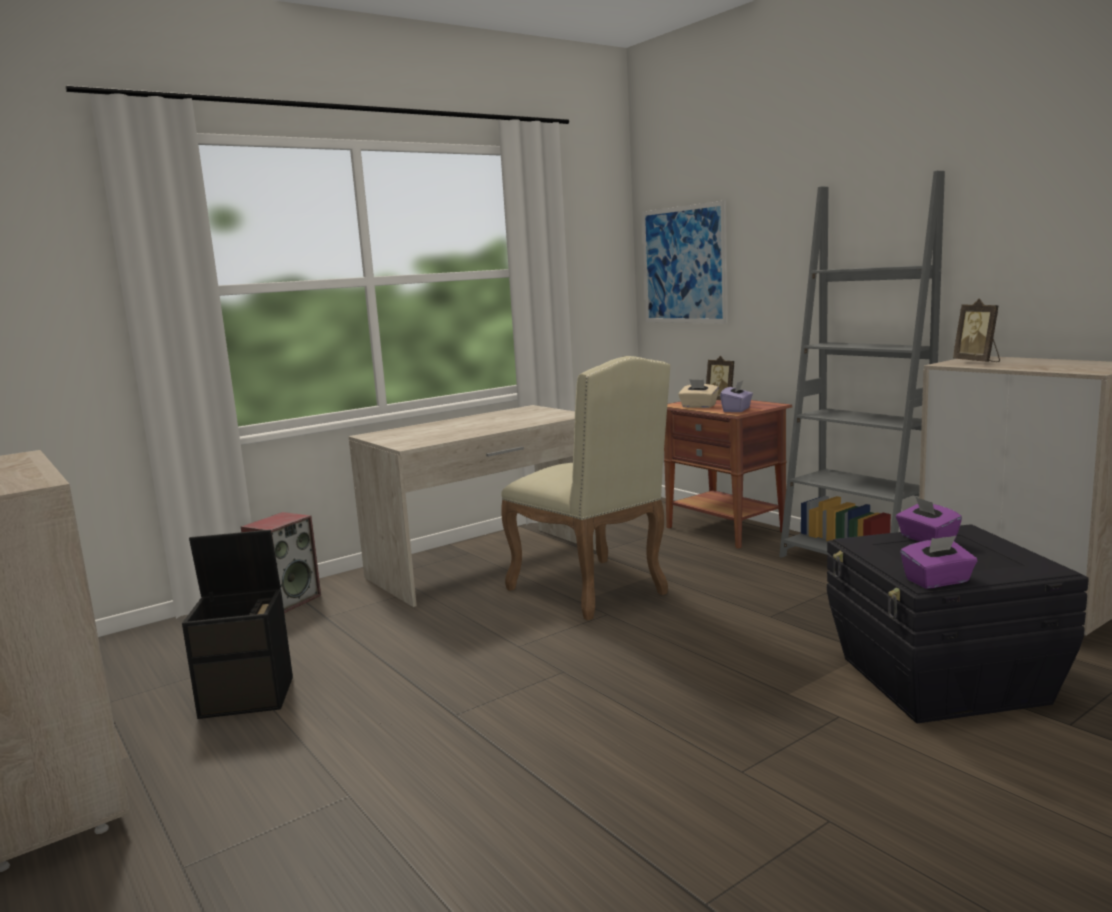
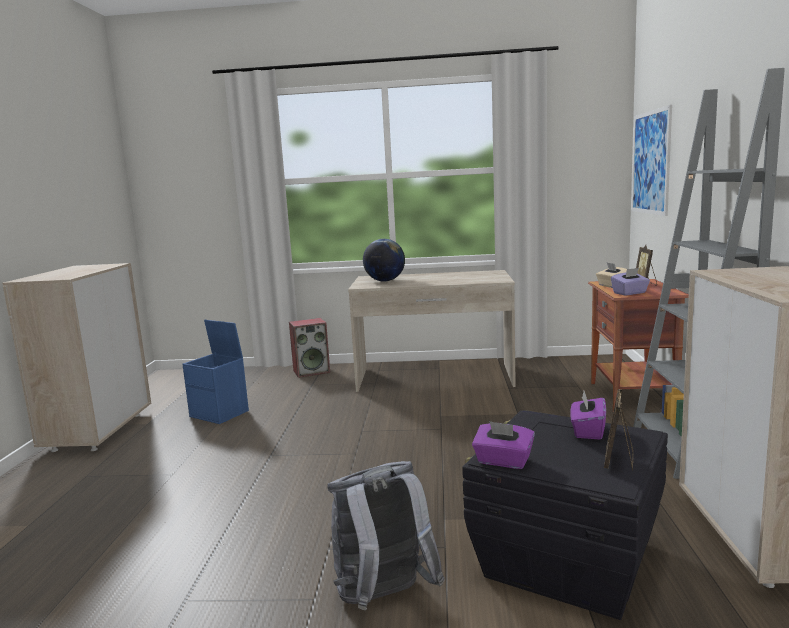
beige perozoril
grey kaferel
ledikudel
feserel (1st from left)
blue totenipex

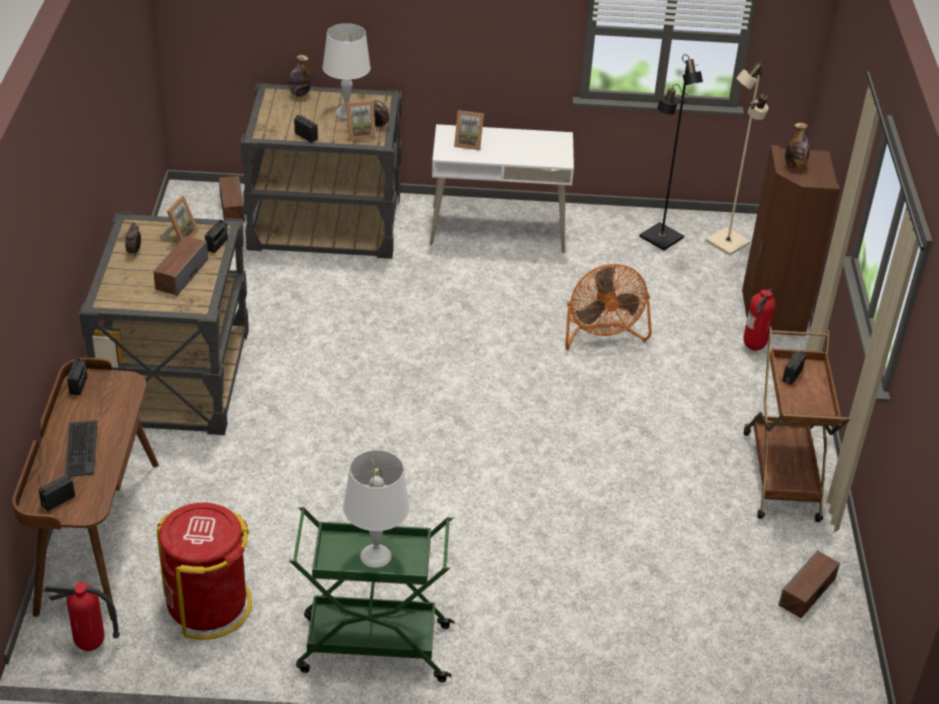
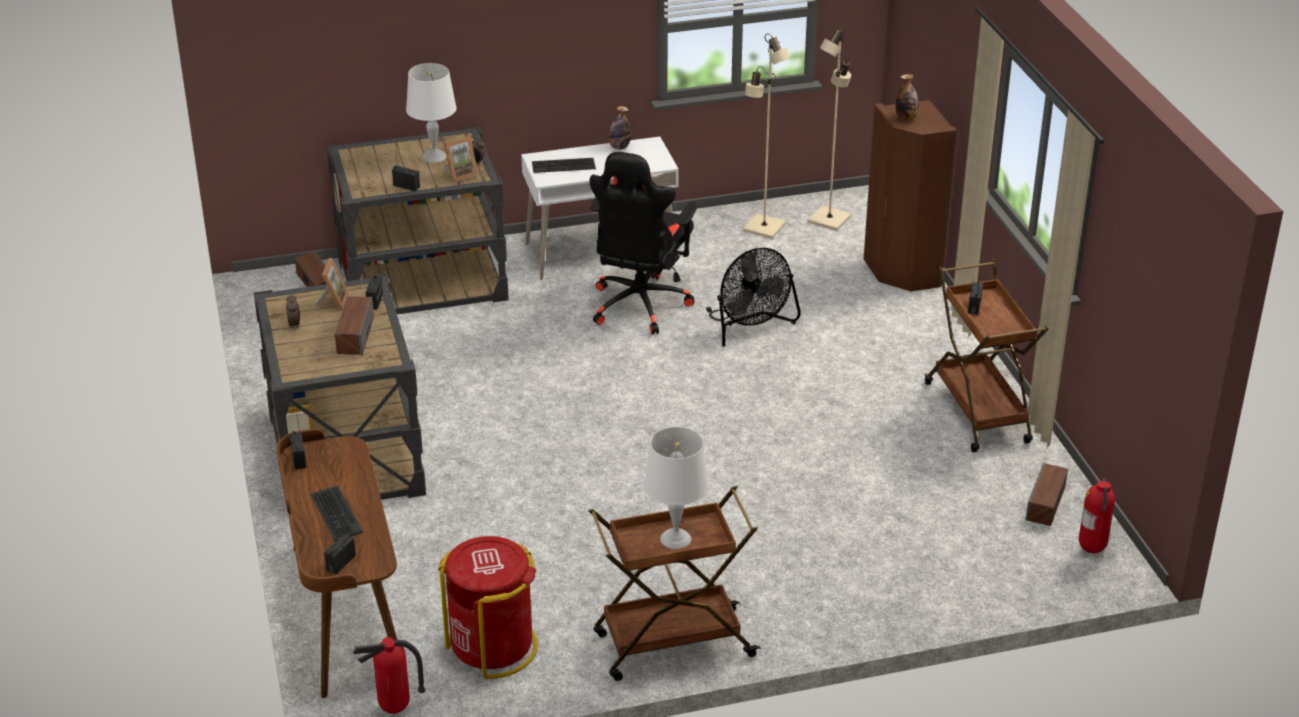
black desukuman
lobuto (1st from left)
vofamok (2nd from left)
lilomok (2nd from left)
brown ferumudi (1st from left)
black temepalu
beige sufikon (1st from left)

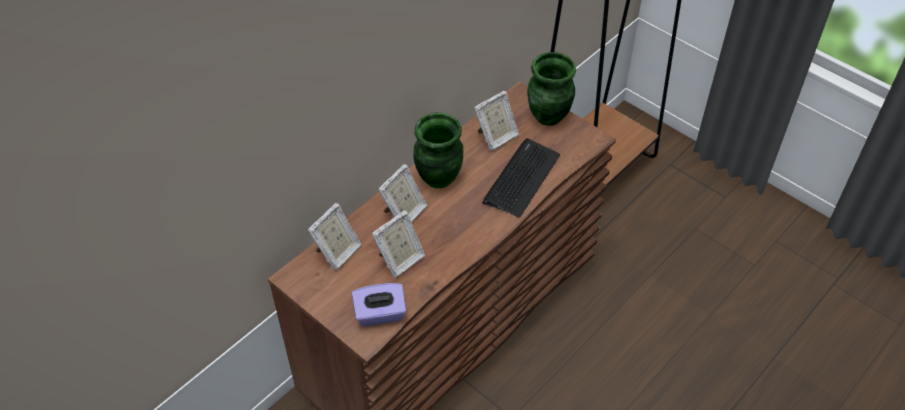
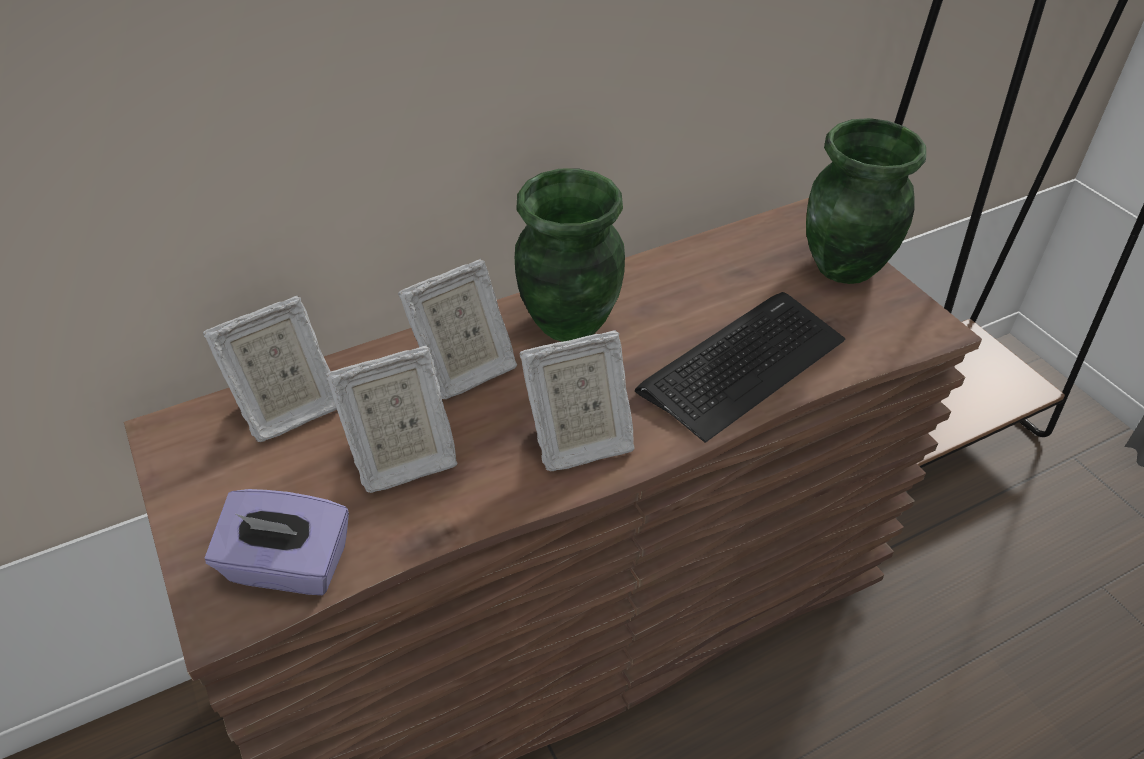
feserel (4th from left)

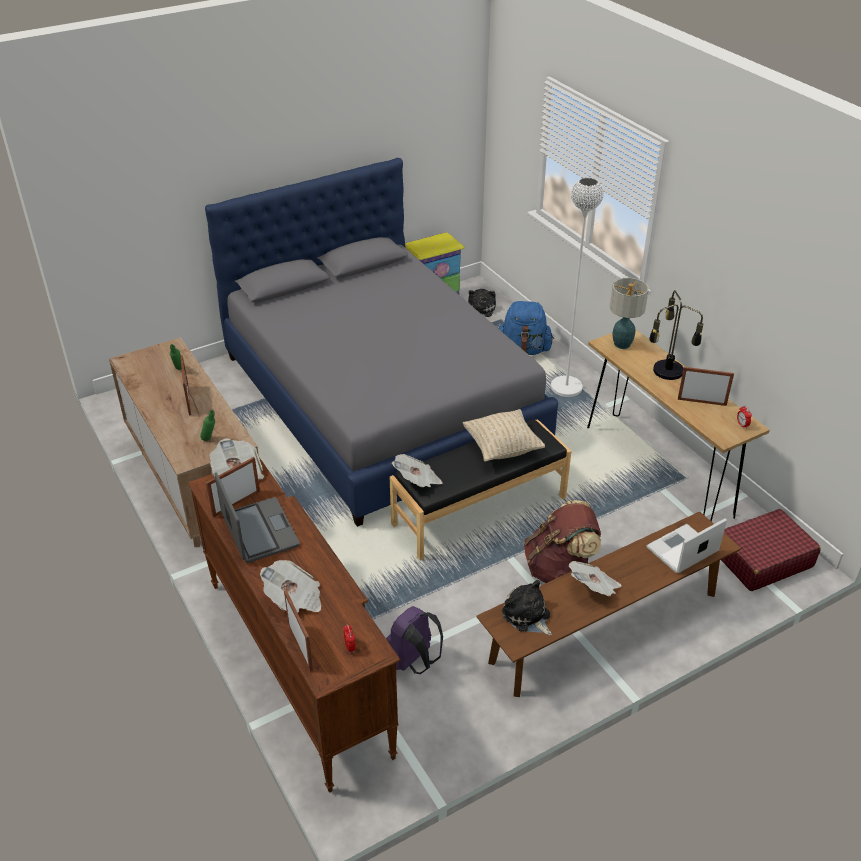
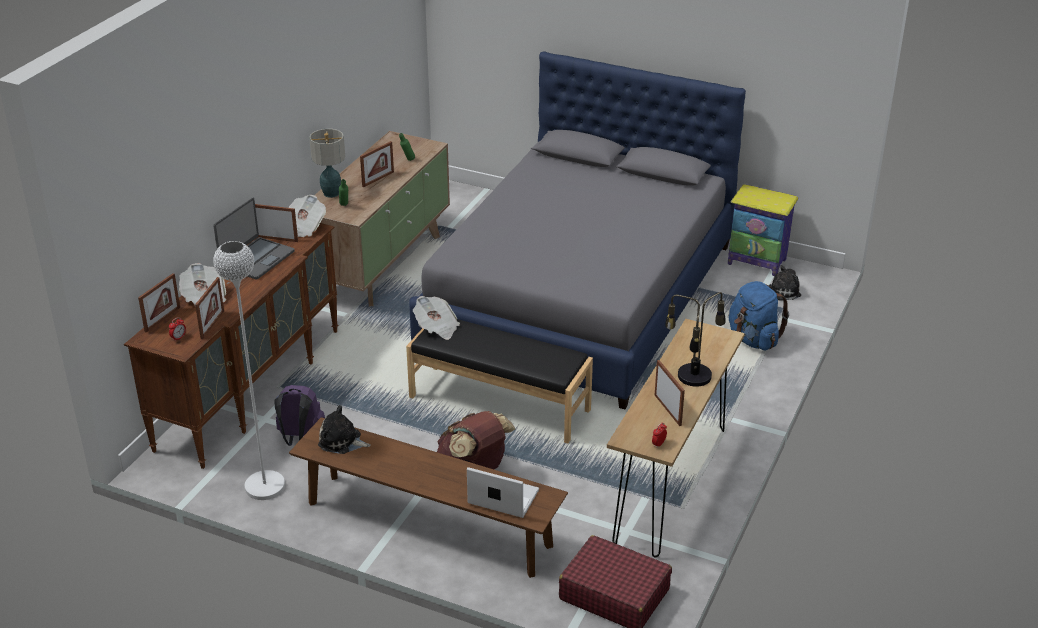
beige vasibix
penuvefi (4th from left in the first image)
feserel (2nd from left)
white sufikon
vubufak (1st from left)
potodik (1st from left)

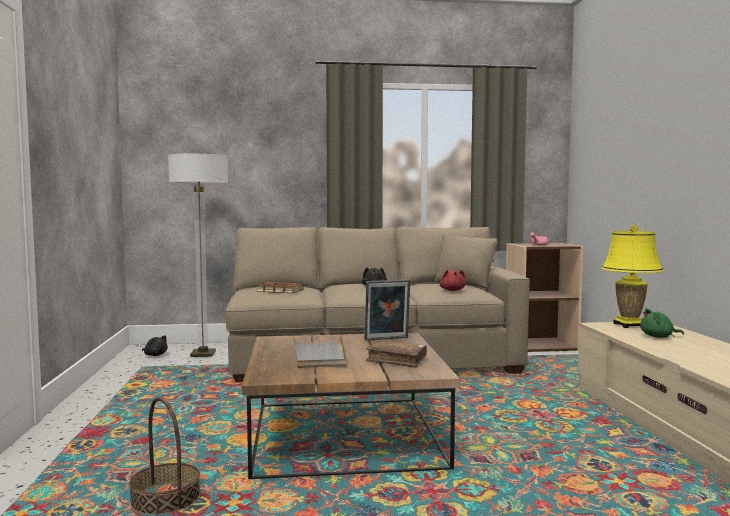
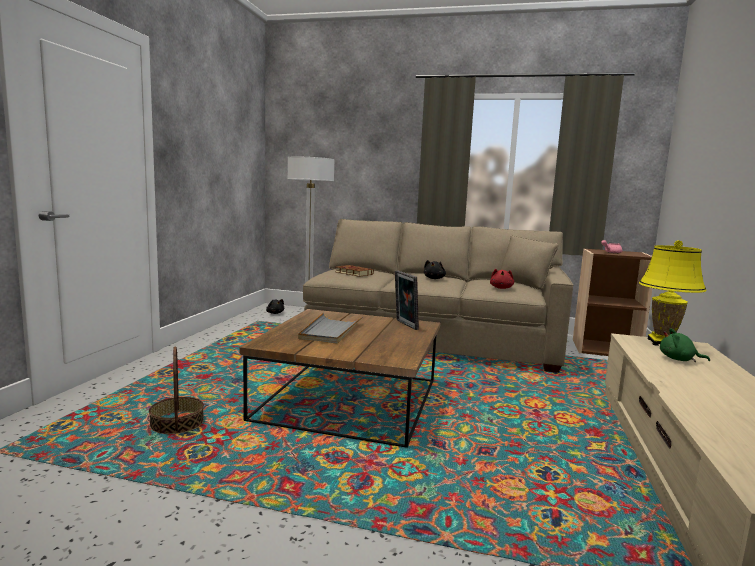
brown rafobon (2nd from left in the first image)
feserel

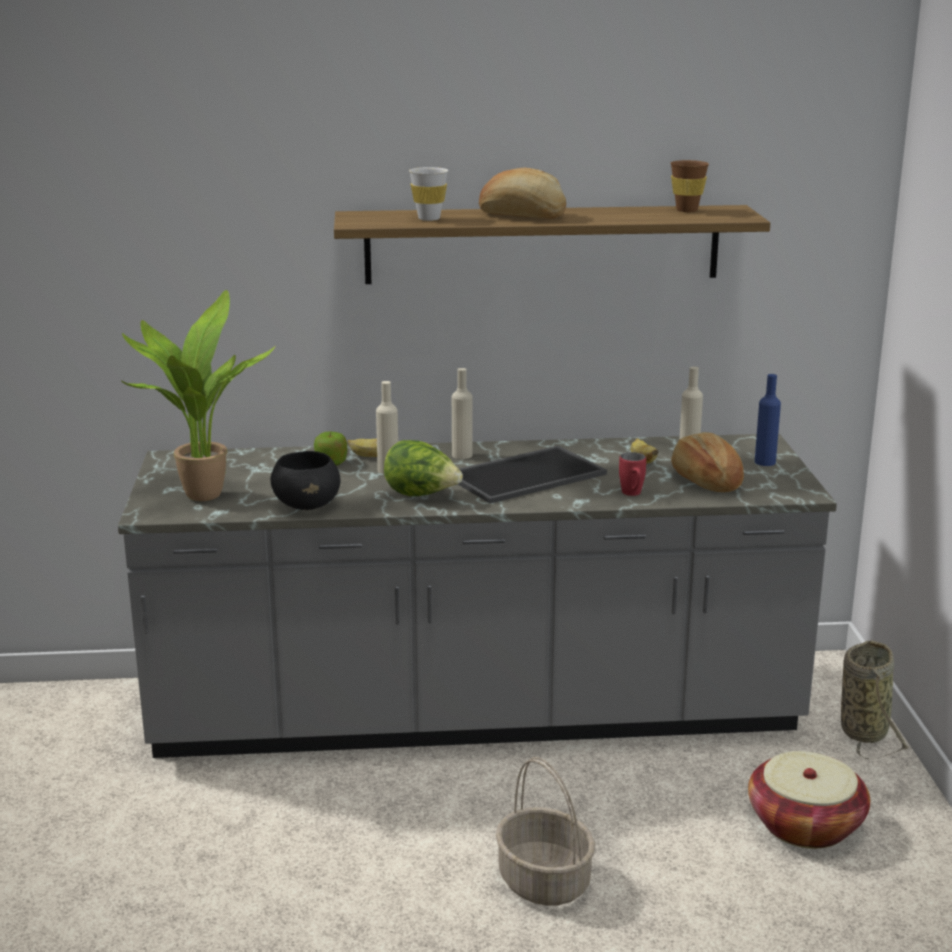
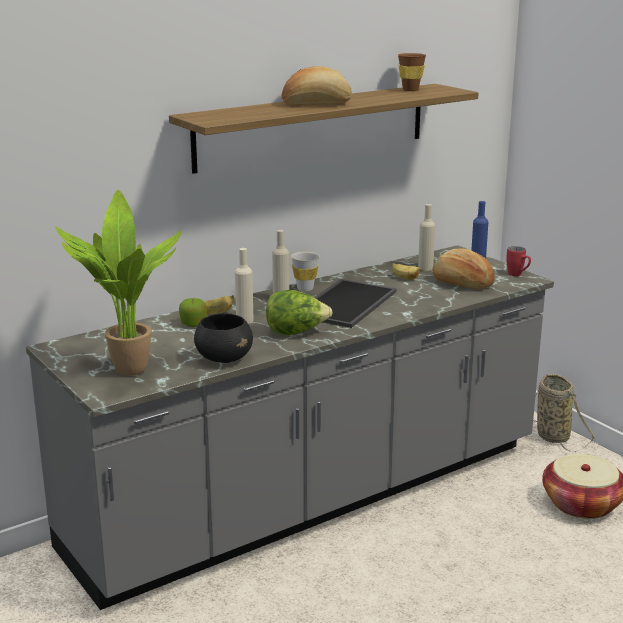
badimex (1st from left in the first image)
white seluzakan
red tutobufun

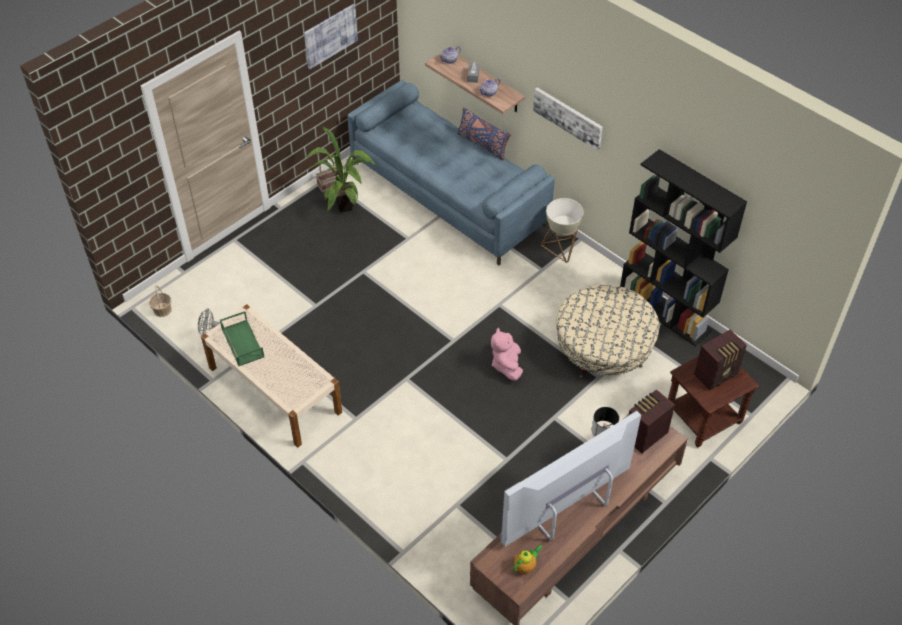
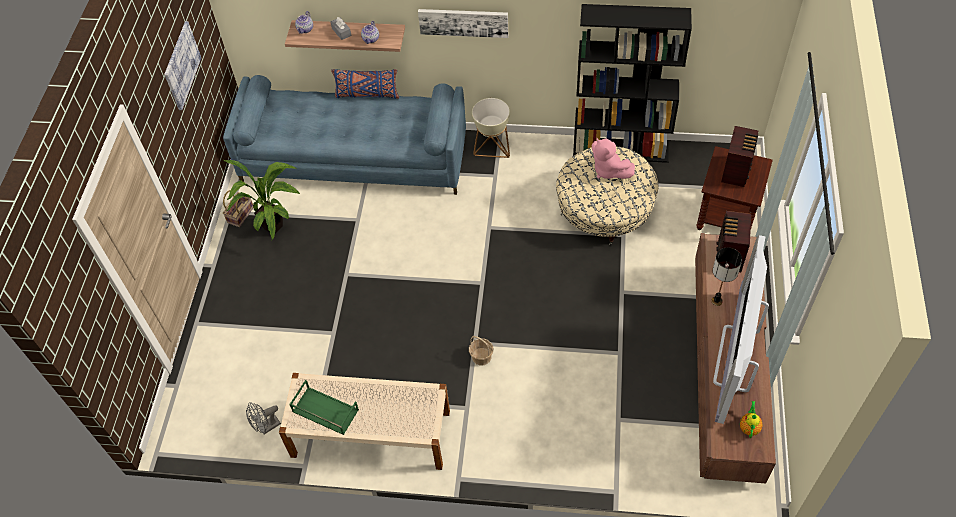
badimex (2nd from left)
pink potodik

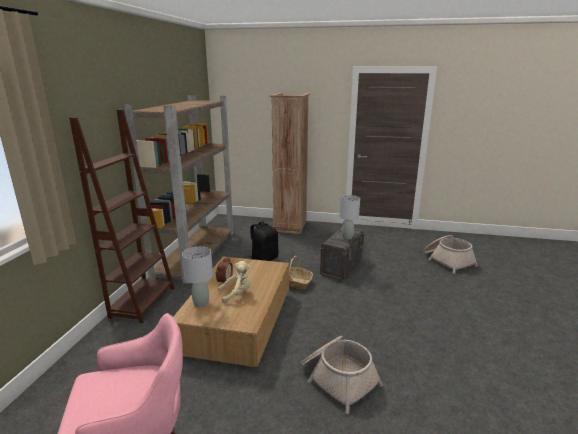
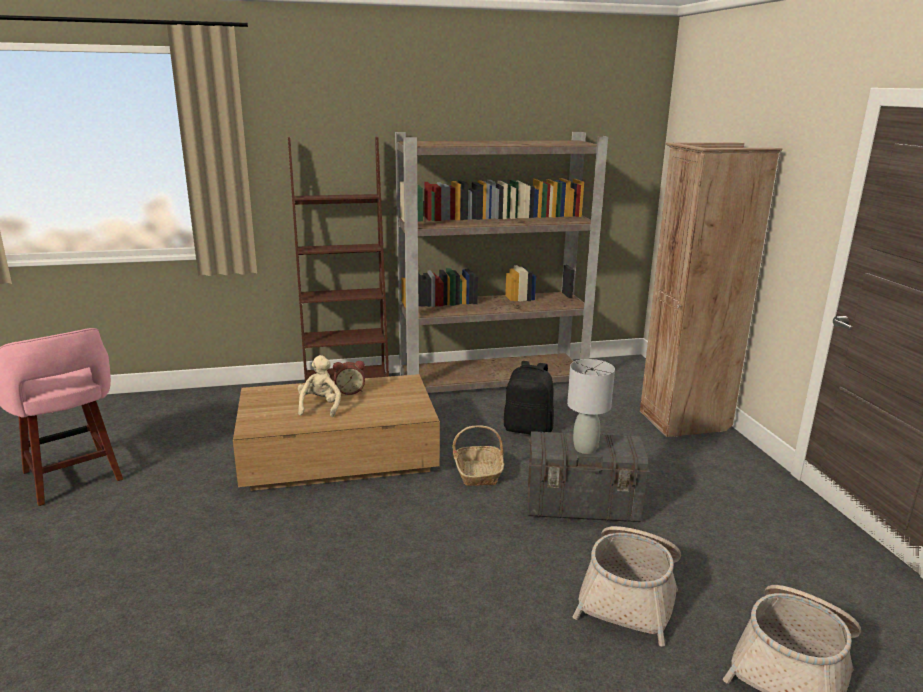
grey vubufak (1st from left in the first image)
badimex (2nd from left)
beige potodik

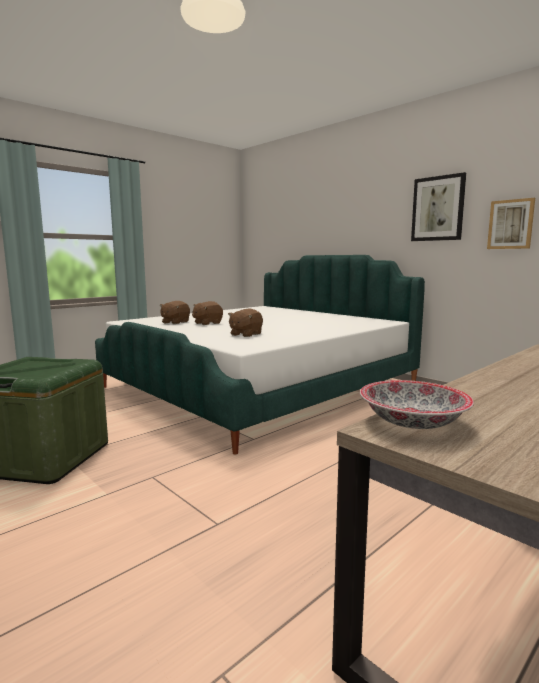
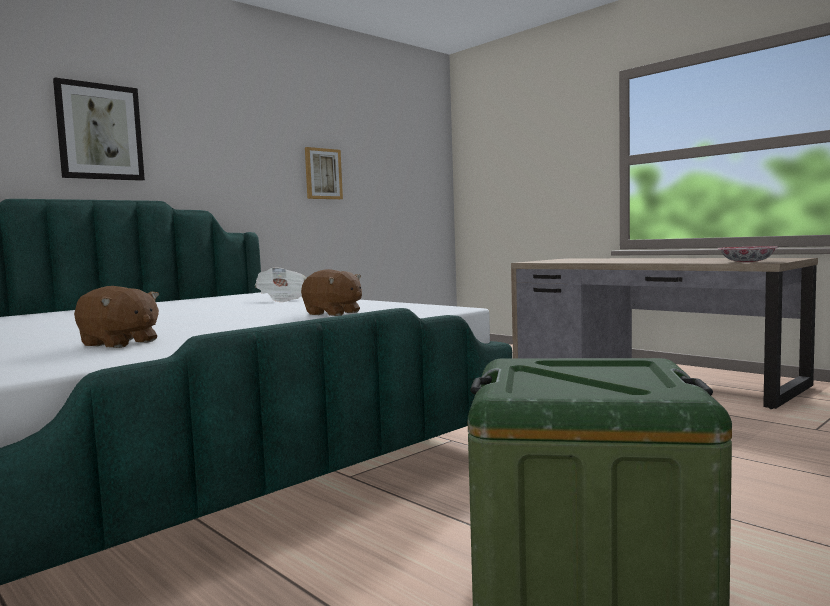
brown potodik (2nd from left in the first image)
penuvefi
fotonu (1st from left)

